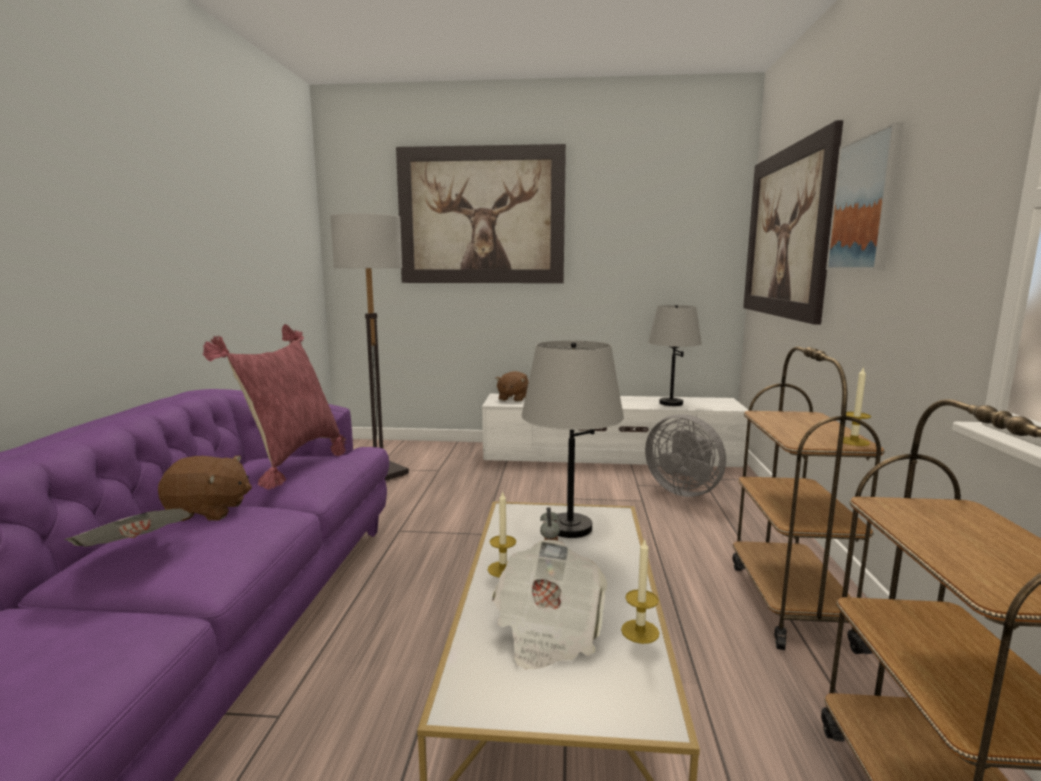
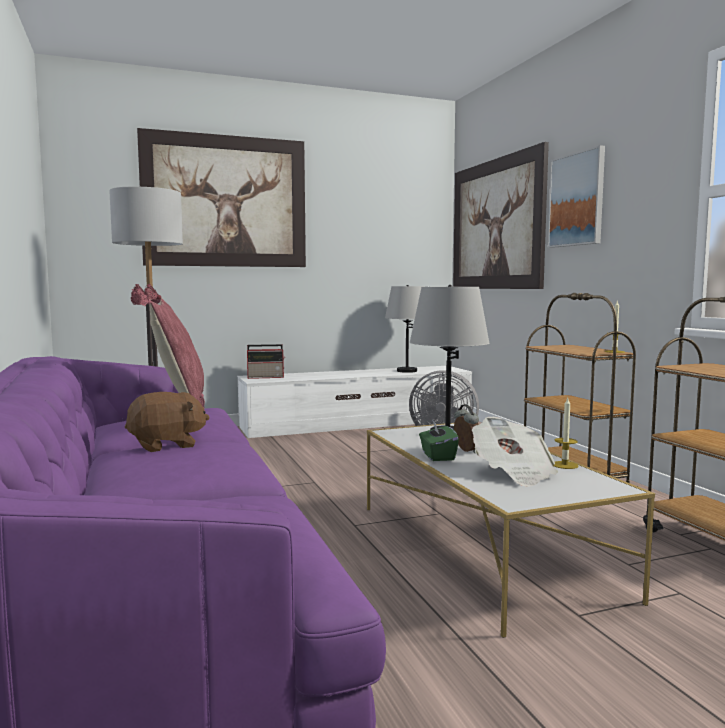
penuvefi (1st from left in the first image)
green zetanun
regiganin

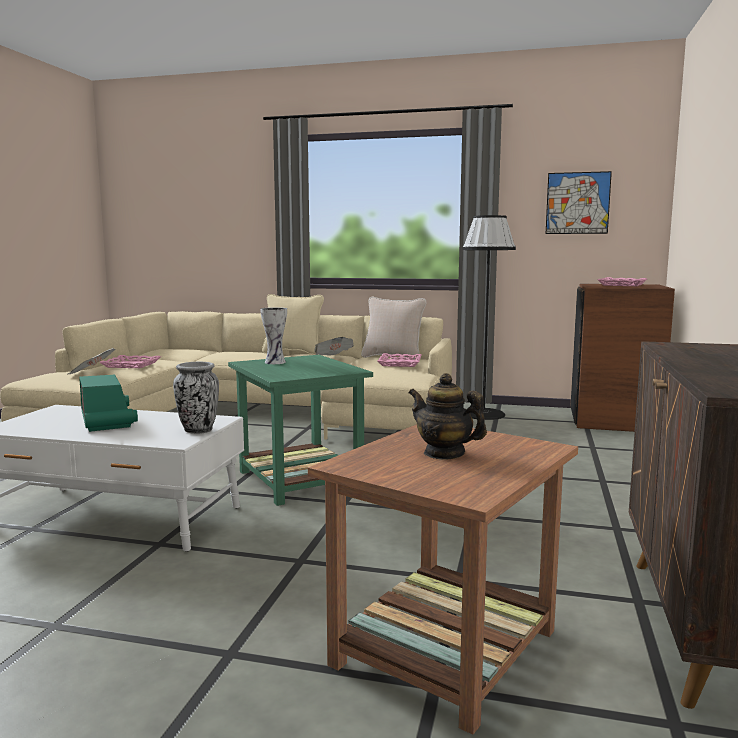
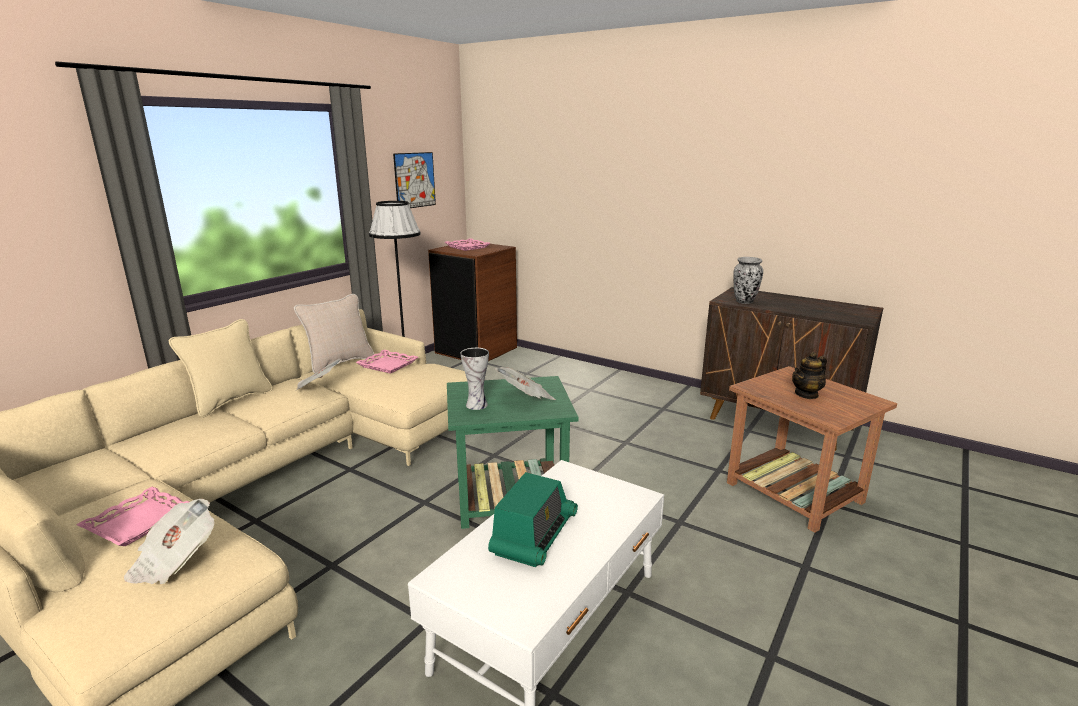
penuvefi (3rd from left)
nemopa (2nd from left)
regiganin

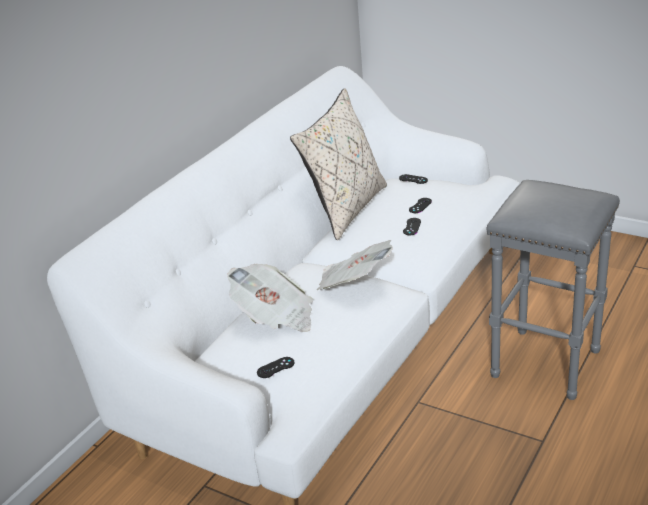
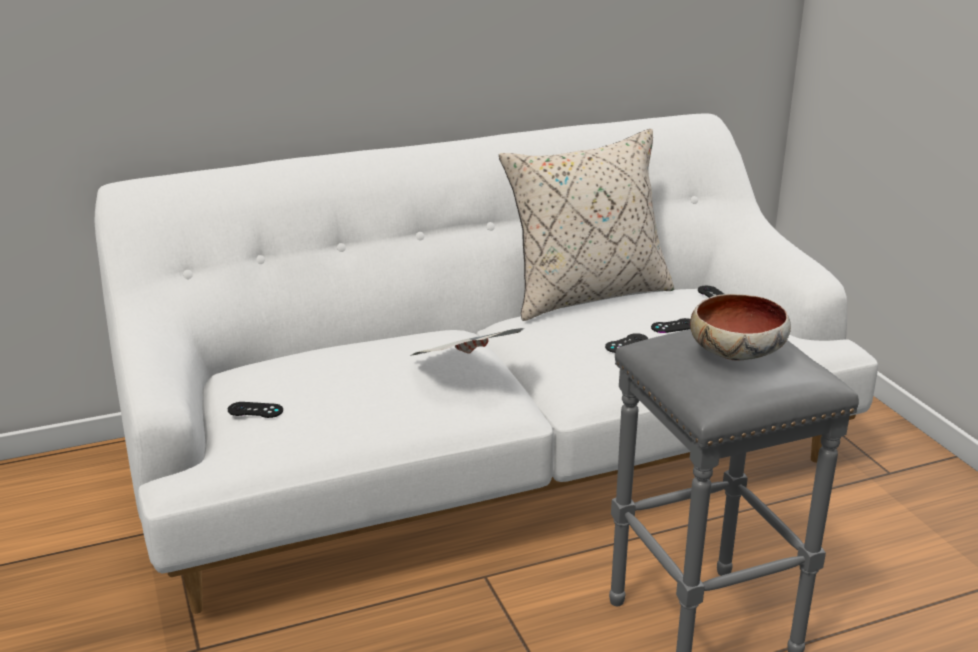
penuvefi (1st from left in the first image)
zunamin

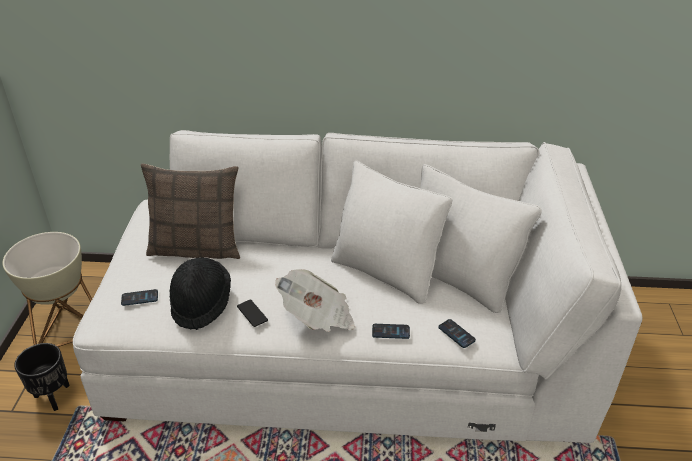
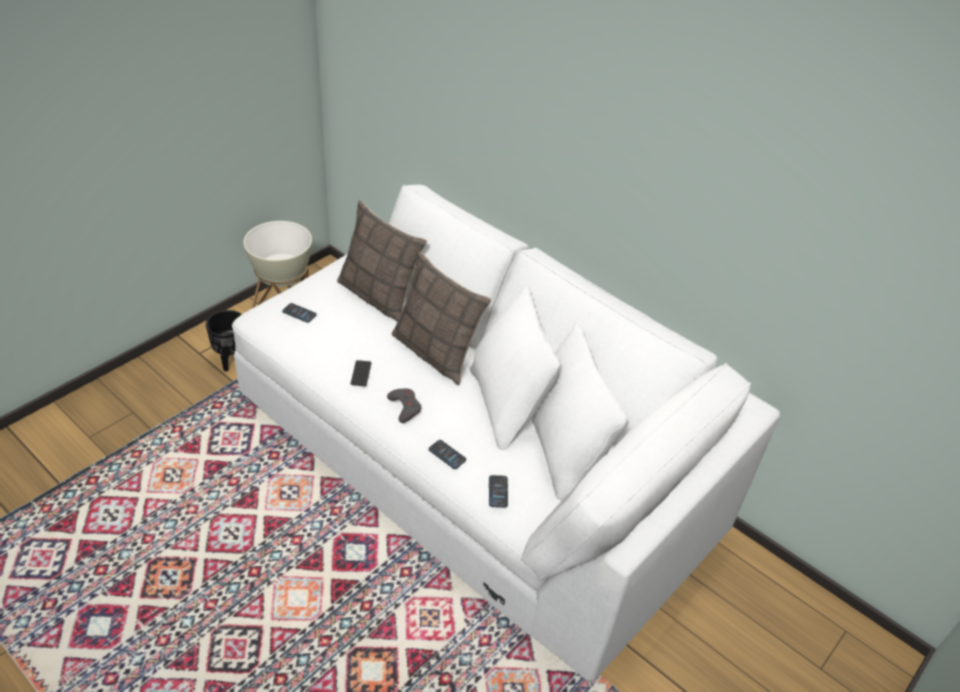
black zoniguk
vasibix (2nd from left)
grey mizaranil

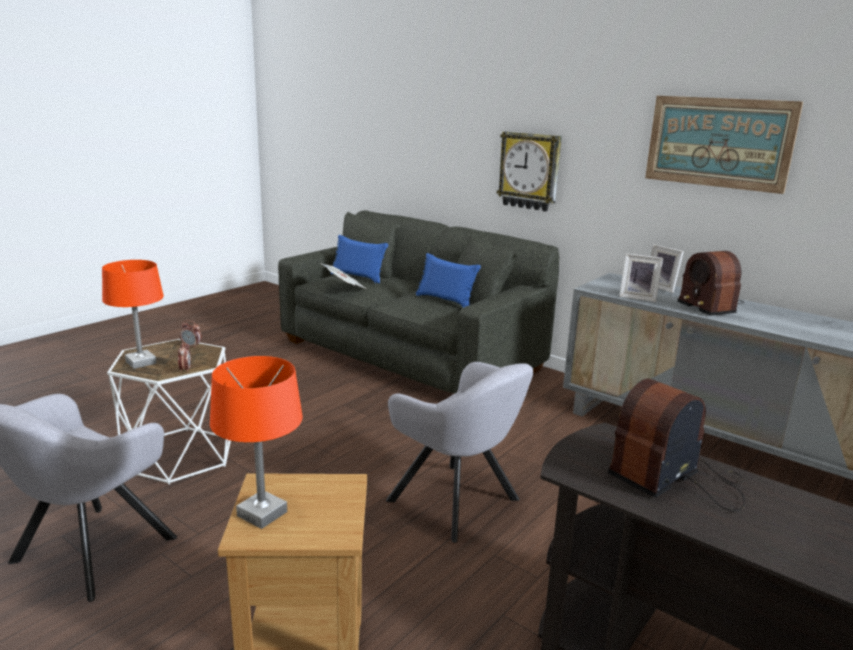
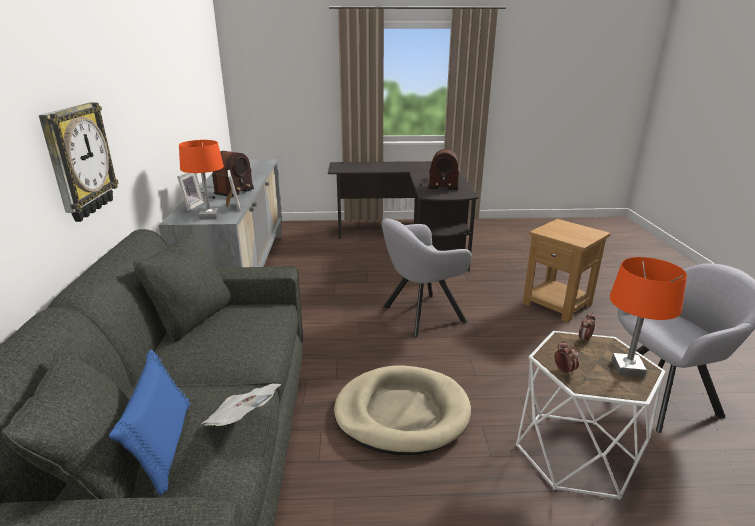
blue vasibix (2nd from left in the first image)
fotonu
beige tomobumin
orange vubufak (1st from left)
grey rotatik (1st from left)

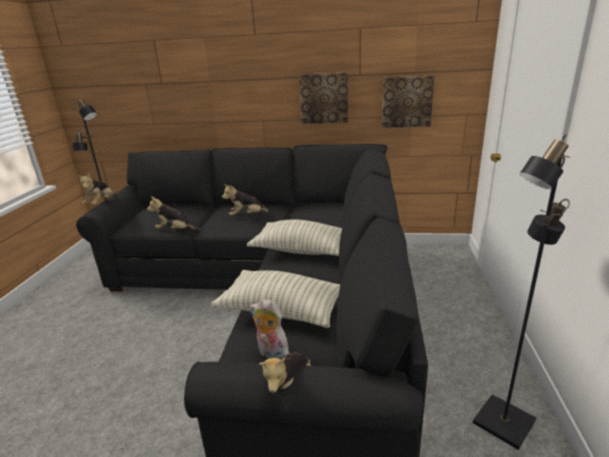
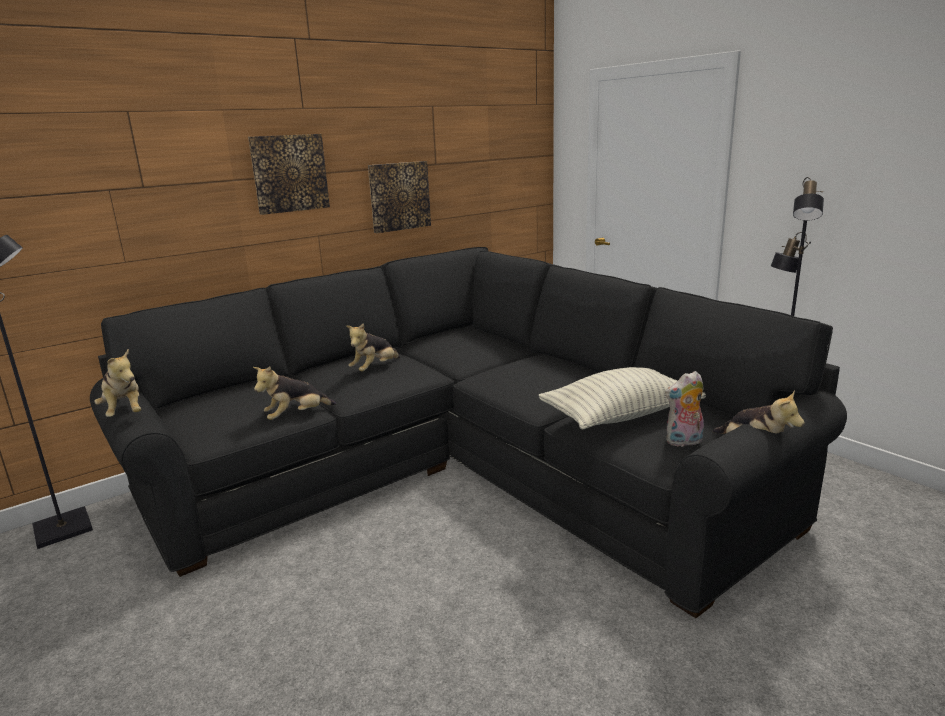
vasibix (2nd from left in the first image)
fotonu (1st from left)

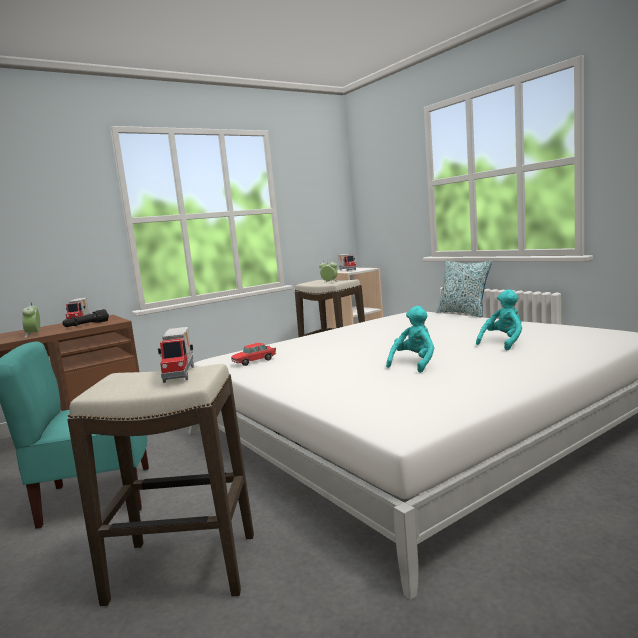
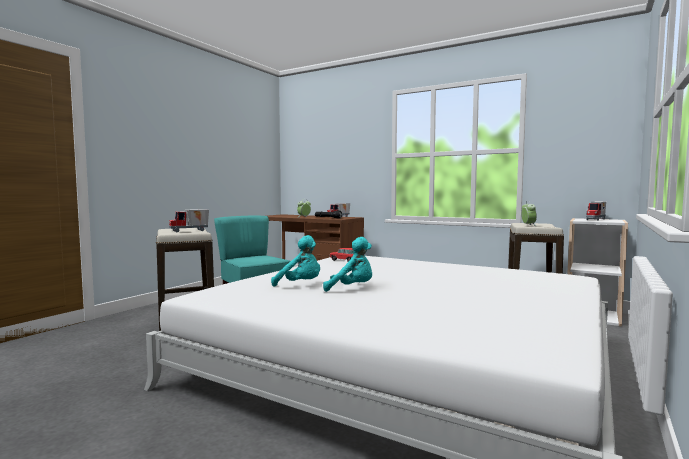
vasibix
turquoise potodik (1st from left)

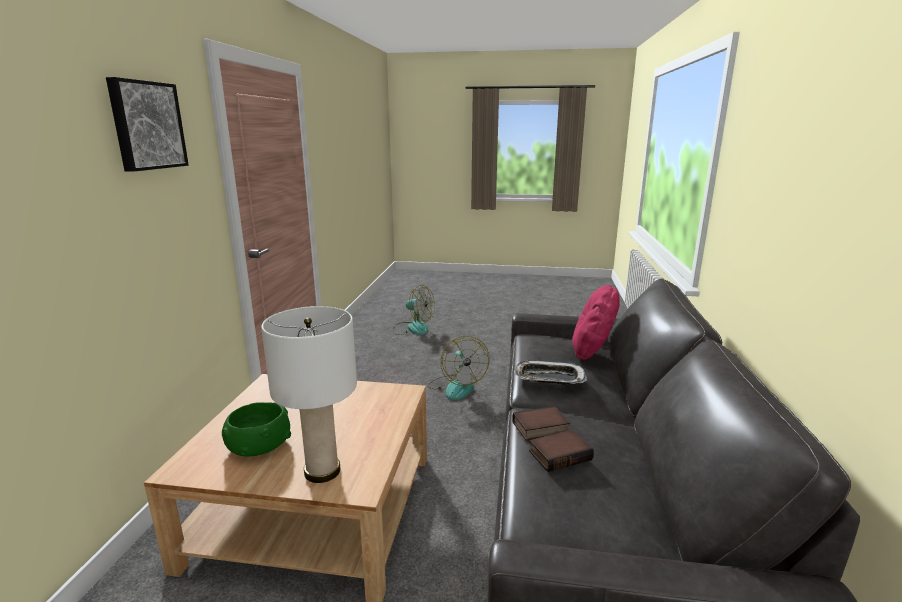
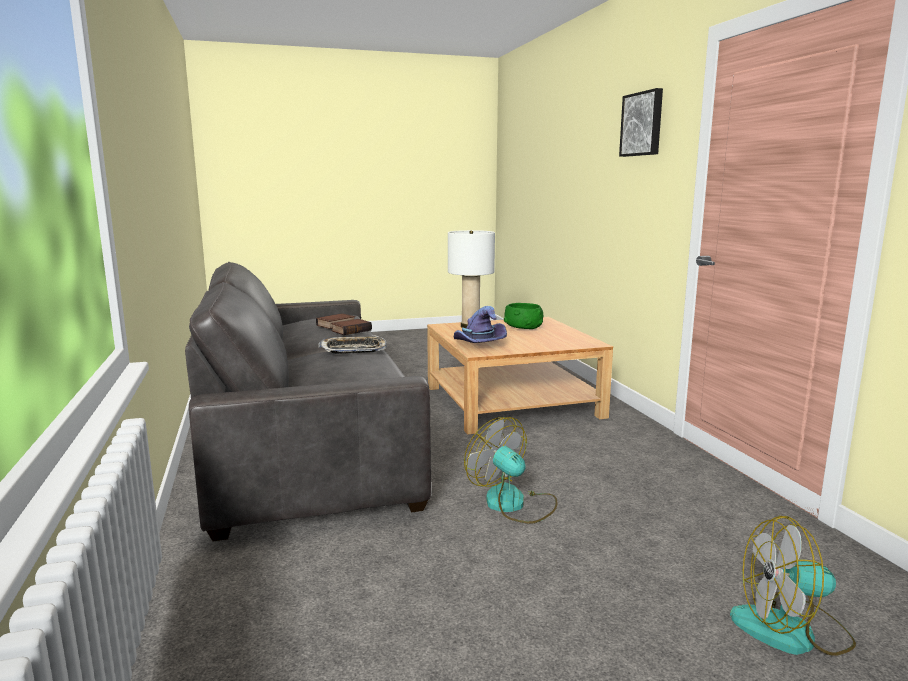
pink vasibix
purple zoniguk

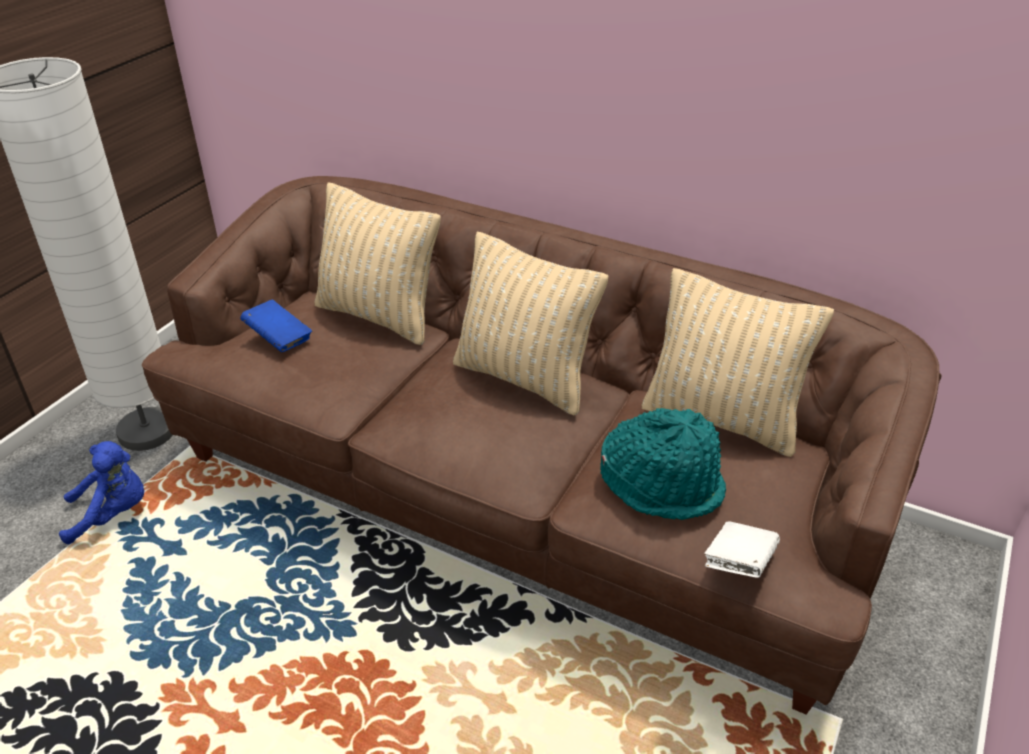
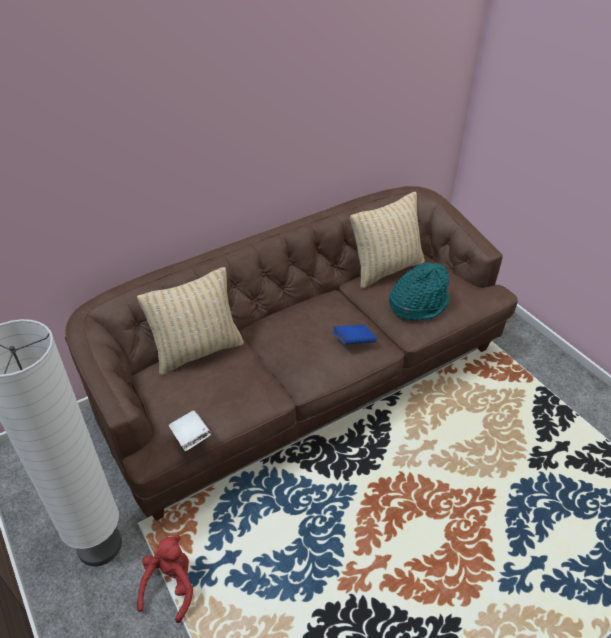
beige vasibix (2nd from left in the first image)
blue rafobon
white rafobon
red potodik

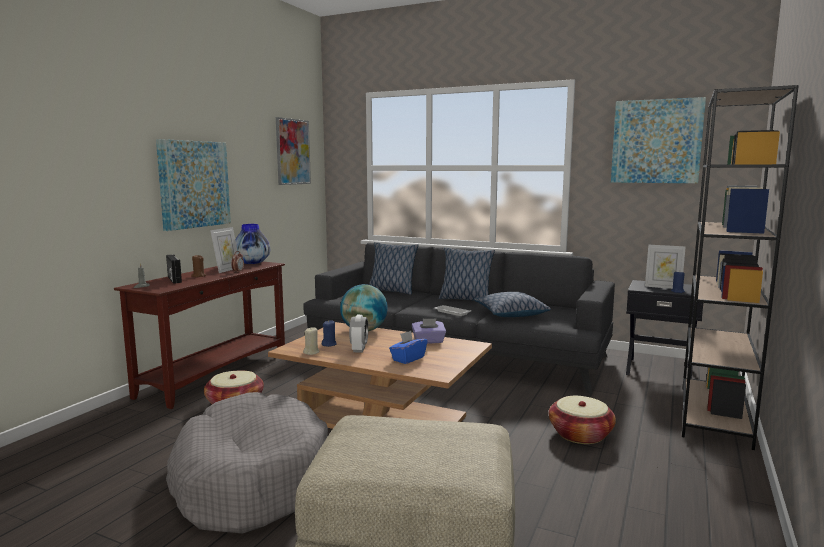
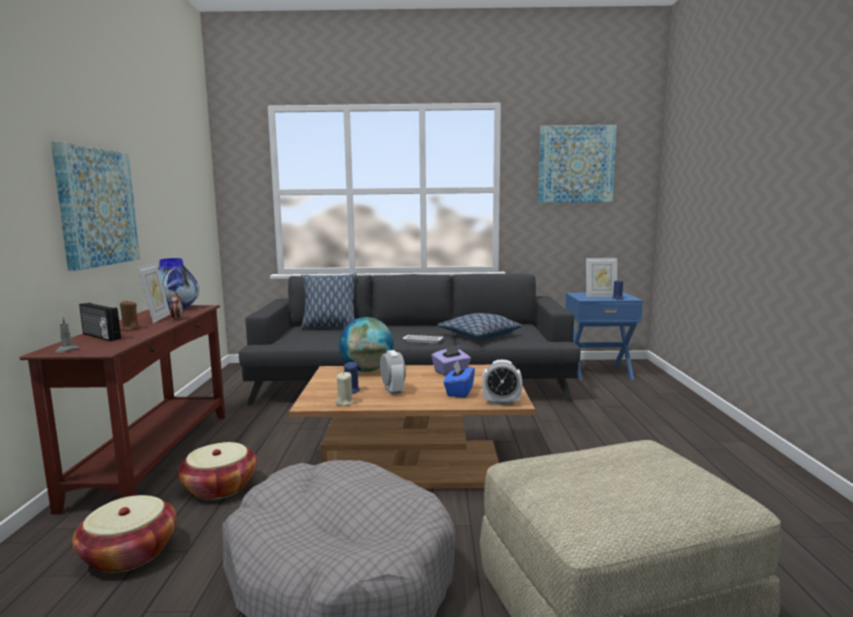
fotonu (2nd from left in the first image)
vasibix (2nd from left in the first image)
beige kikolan
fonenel (3rd from left)
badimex (1st from left)
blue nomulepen

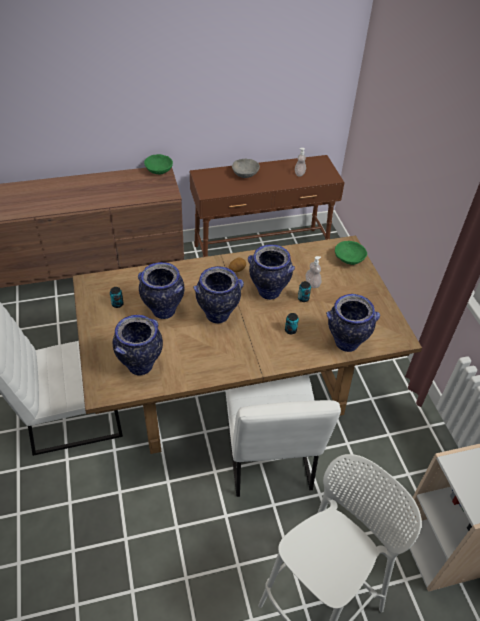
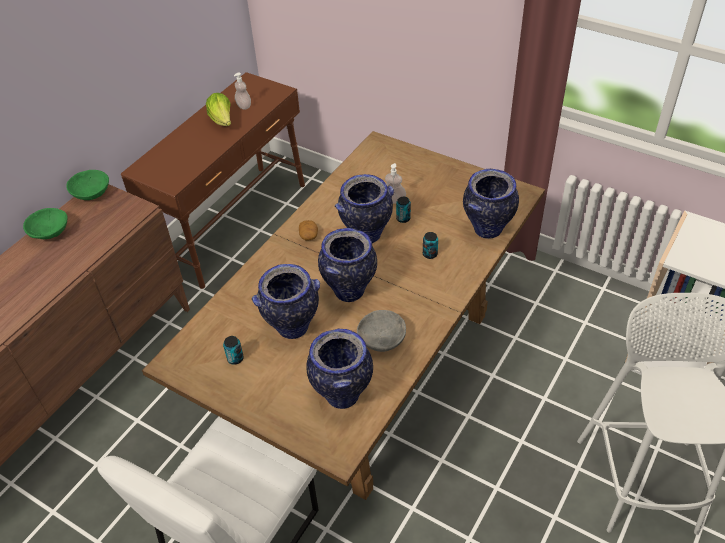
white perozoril (2nd from left in the first image)
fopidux
grey zunamin
green zunamin (1st from left)

